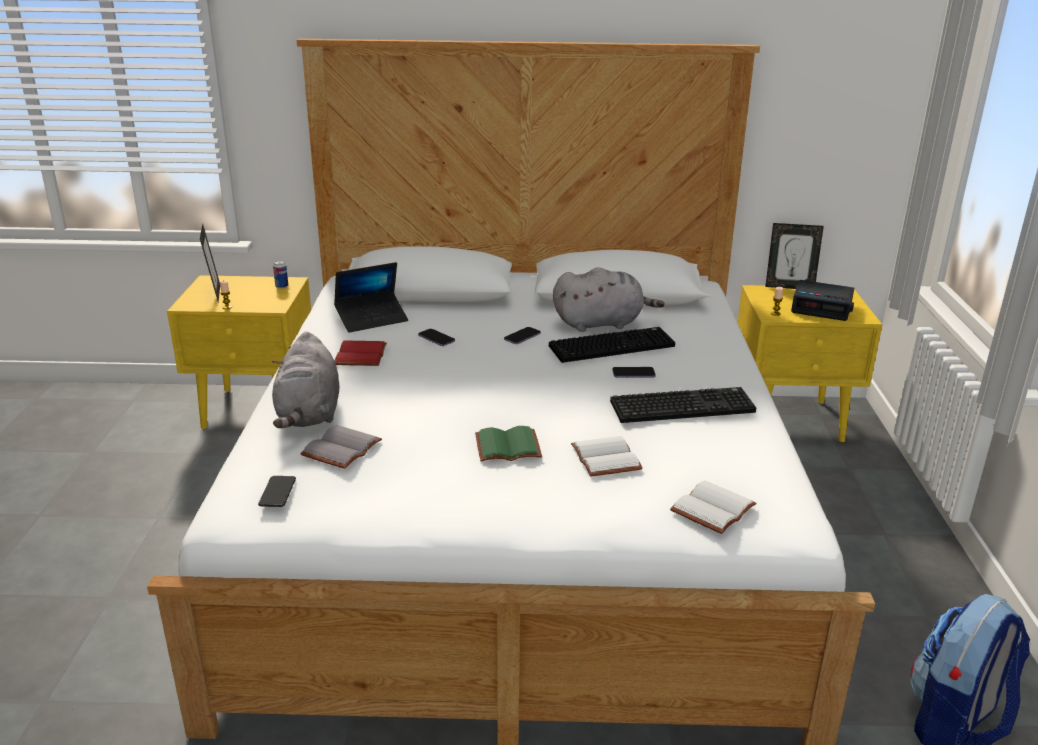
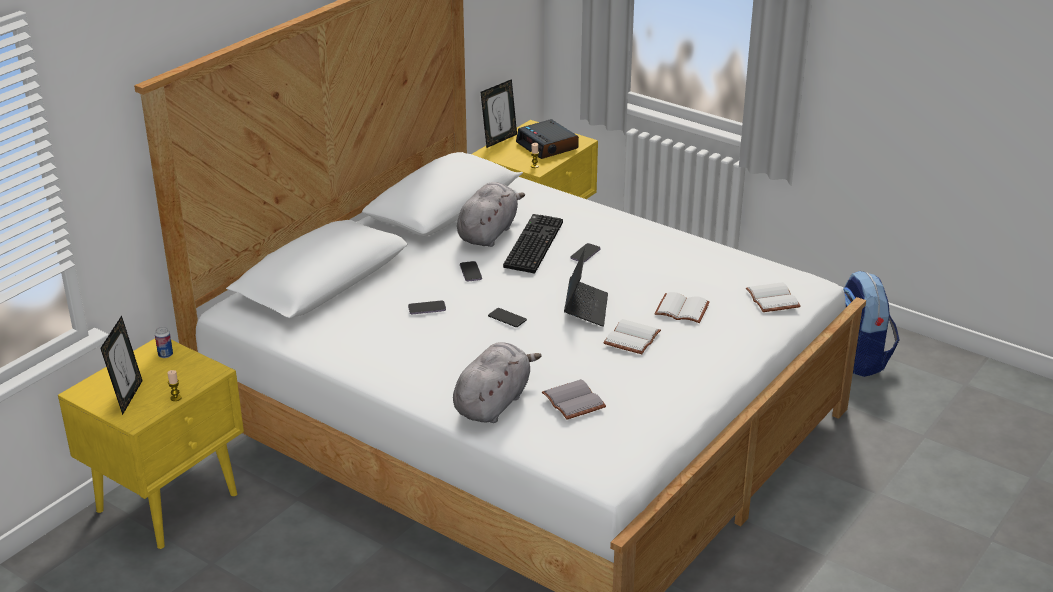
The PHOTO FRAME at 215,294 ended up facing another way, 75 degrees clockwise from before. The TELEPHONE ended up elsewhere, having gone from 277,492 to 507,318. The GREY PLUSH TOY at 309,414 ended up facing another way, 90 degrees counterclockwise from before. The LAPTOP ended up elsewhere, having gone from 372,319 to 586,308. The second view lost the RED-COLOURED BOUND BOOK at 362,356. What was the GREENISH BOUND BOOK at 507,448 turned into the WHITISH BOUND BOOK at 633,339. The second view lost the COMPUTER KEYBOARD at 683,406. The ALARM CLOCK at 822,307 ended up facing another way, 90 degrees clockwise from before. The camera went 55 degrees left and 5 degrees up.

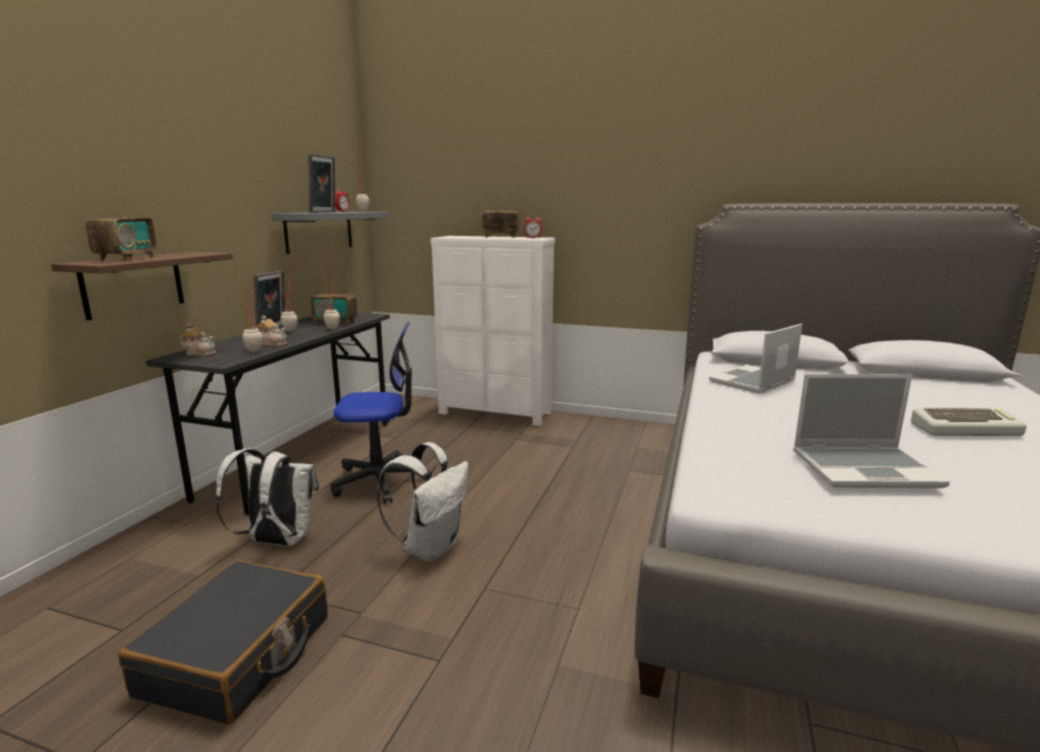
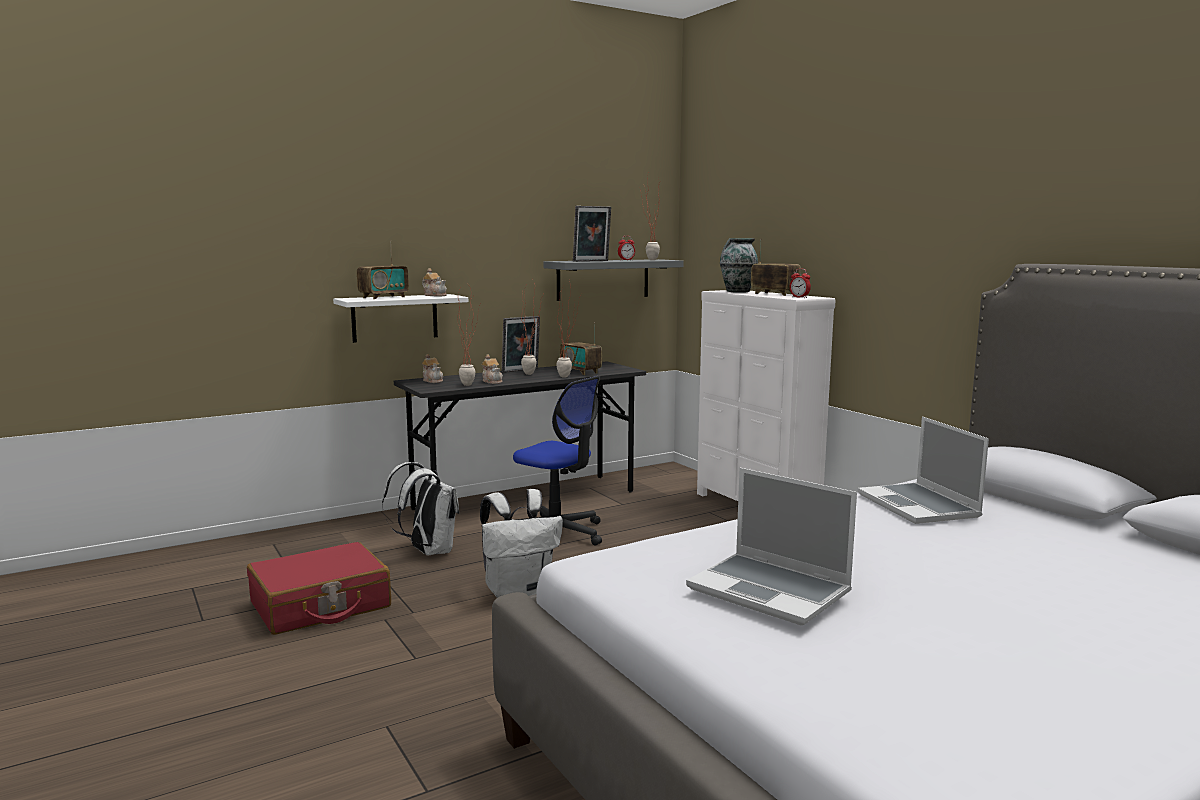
What was the BROWNISH BRACKET SHELF at 133,284 turned into the WHITISH BRACKET SHELF at 395,318. What was the BLACKISH SUITCASE at 238,656 turned into the RED-COLOURED SUITCASE at 320,605. The LAPTOP at 753,381 ended up facing another way, 105 degrees counterclockwise from before. The second view lost the COMPUTER KEYBOARD at 964,429. The second view gained the TEAPOT at 435,295. The second view gained the VASE at 737,291. The camera went 40 degrees right and 5 degrees down.

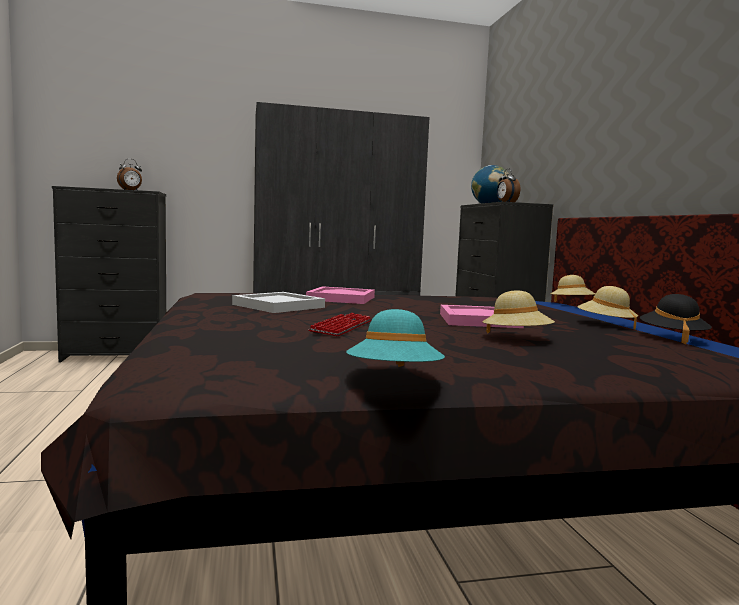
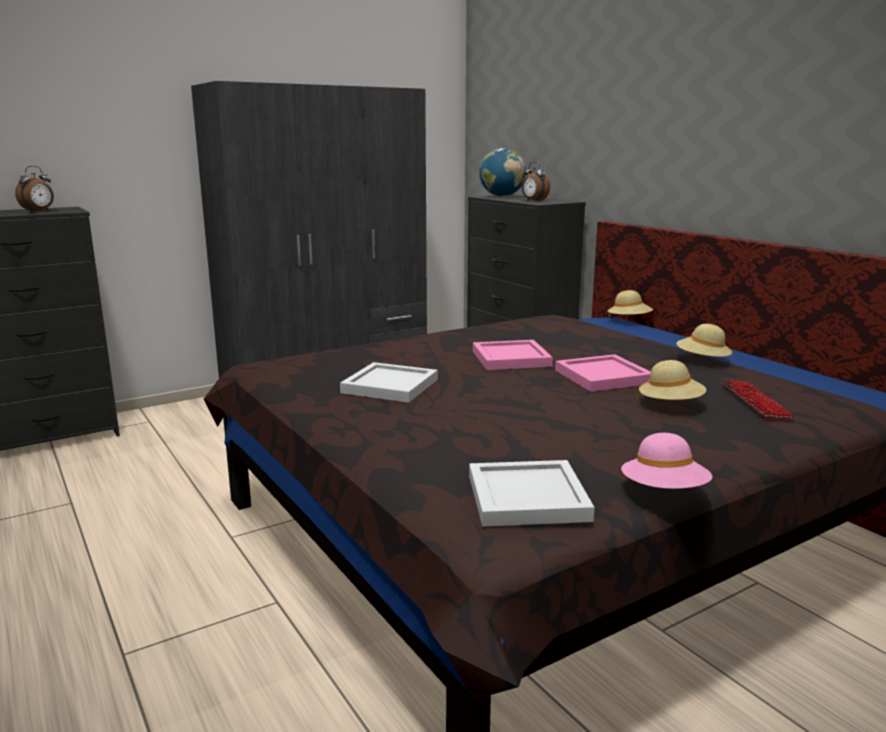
The PINK-COLOURED CARRYING TRAY ended up elsewhere, having gone from 340,298 to 510,359. The COMPUTER KEYBOARD ended up elsewhere, having gone from 342,327 to 755,402. What was the TURQUOISE CLOTHING HAT at 394,378 turned into the PINK-COLOURED CLOTHING HAT at 664,492. The second view lost the BLACKISH CLOTHING HAT at 672,338. The second view gained the WHITISH CARRYING TRAY at 529,498. The camera went 20 degrees left and 10 degrees up.

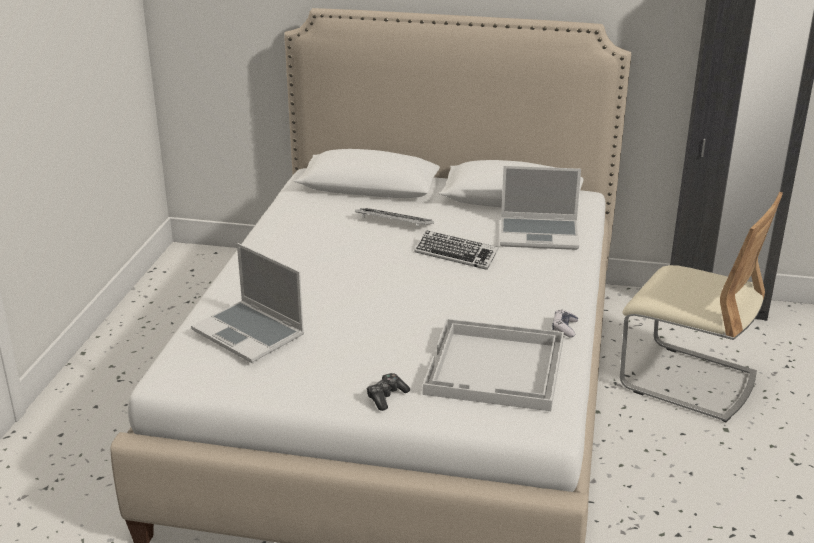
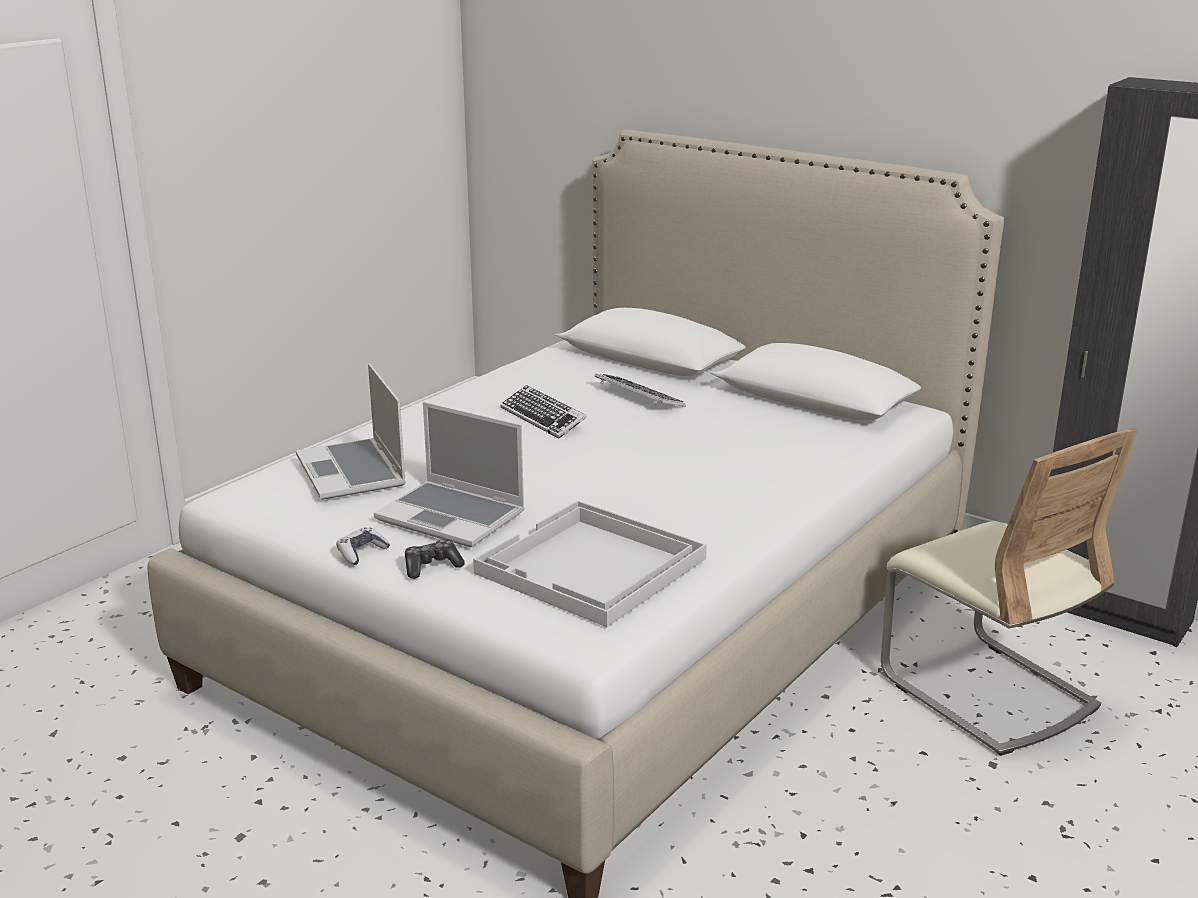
The COMPUTER KEYBOARD ended up elsewhere, having gone from 456,255 to 543,418. The LAPTOP ended up elsewhere, having gone from 540,234 to 453,516. The JOYPAD ended up elsewhere, having gone from 564,328 to 362,553. The camera went 25 degrees right and 5 degrees down.

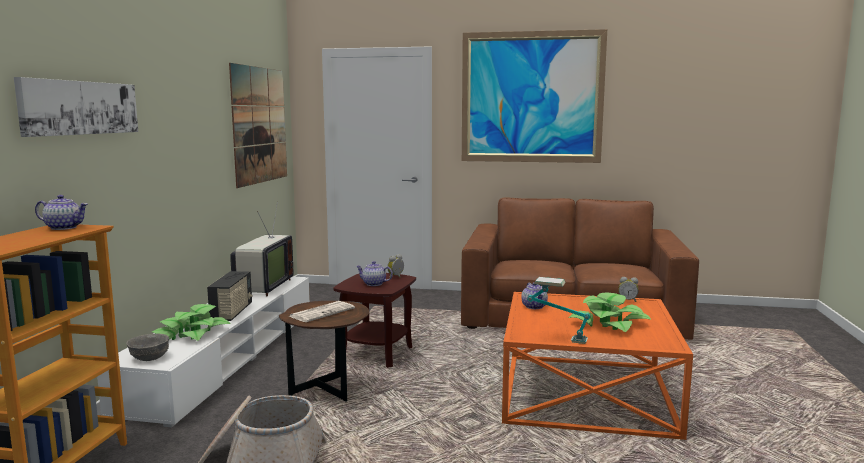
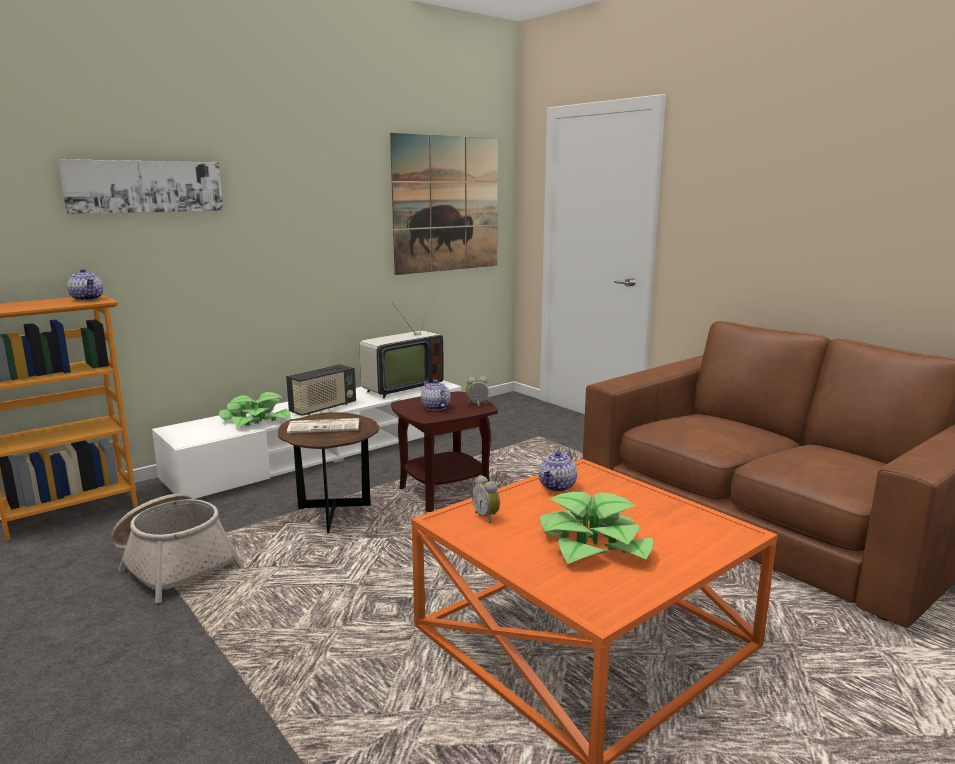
The second view lost the GREY SERVING BOWL at 150,357. The second view lost the WALL ART at 531,97. The second view lost the TABLETOP LAMP at 557,338. The ALARM CLOCK ended up elsewhere, having gone from 627,300 to 487,516. The camera went 40 degrees right and 5 degrees up.

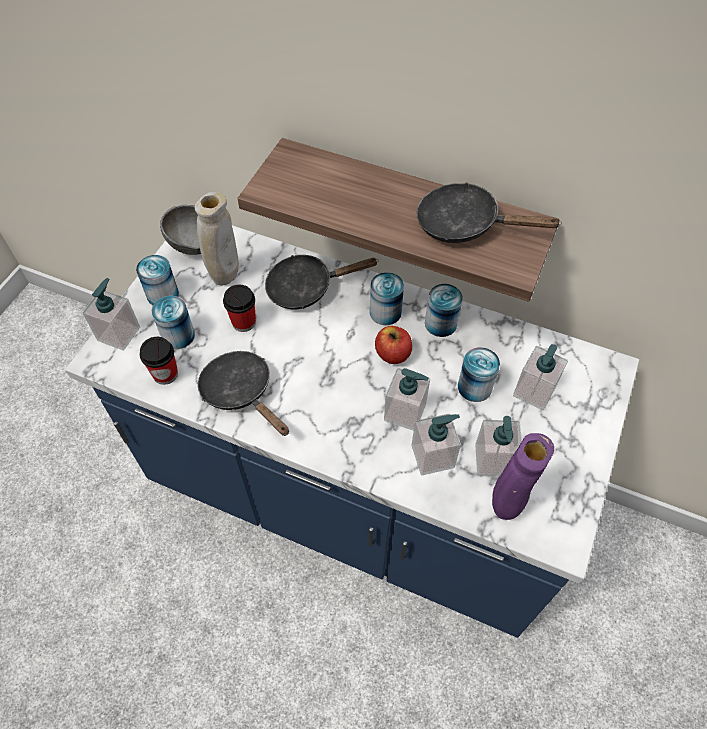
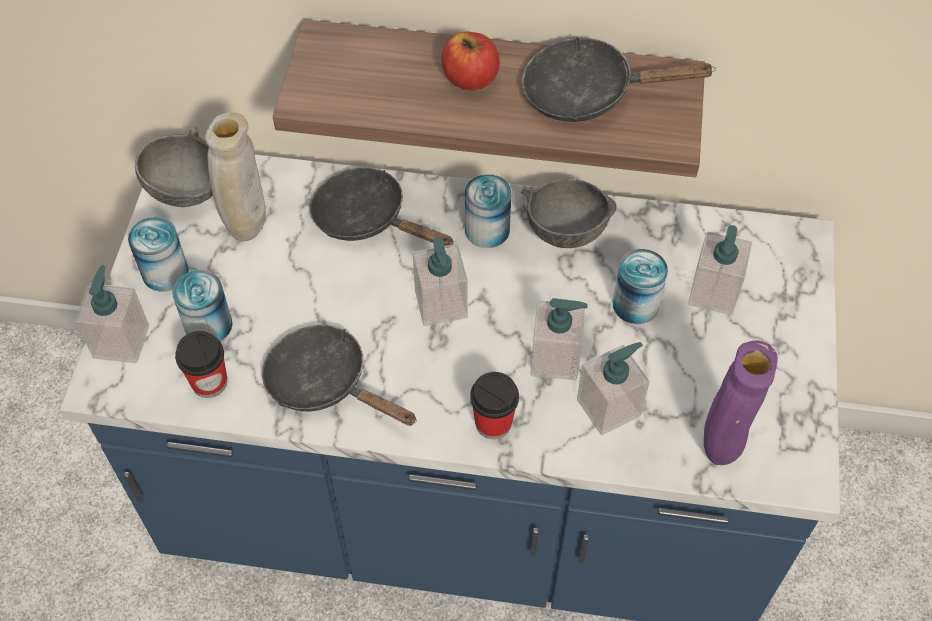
The SMALL CUP ended up elsewhere, having gone from 244,322 to 493,423. The BLACKISH PAN at 306,288 ended up facing another way, 60 degrees clockwise from before. The WHOLE APPLE ended up elsewhere, having gone from 393,354 to 470,78. Where the CAN stood at 440,323, the GREY SERVING BOWL came to stand at 566,229. The SOAP DISPENSER ended up elsewhere, having gone from 493,460 to 441,304. The camera went 15 degrees left and 0 degrees up.

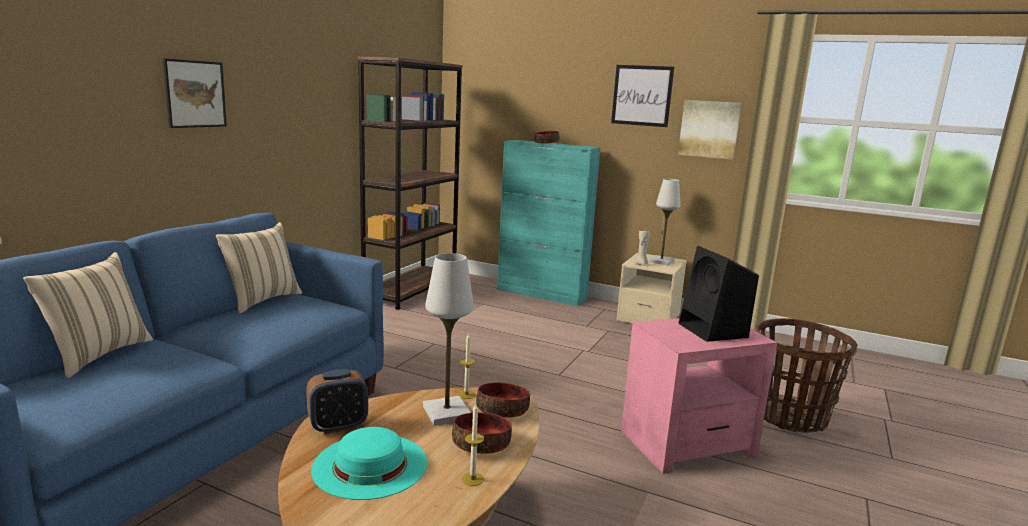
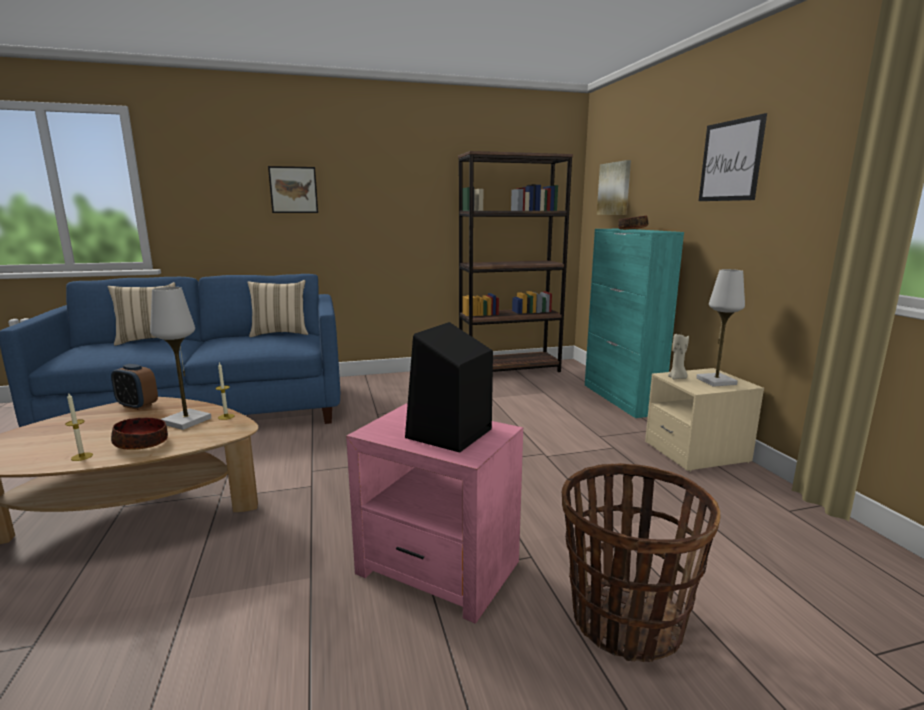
The second view lost the TURQUOISE CLOTHING HAT at 370,465. The second view lost the SERVING BOWL at 503,410. The WALL ART ended up elsewhere, having gone from 709,129 to 614,189. The camera went 50 degrees right and 0 degrees up.

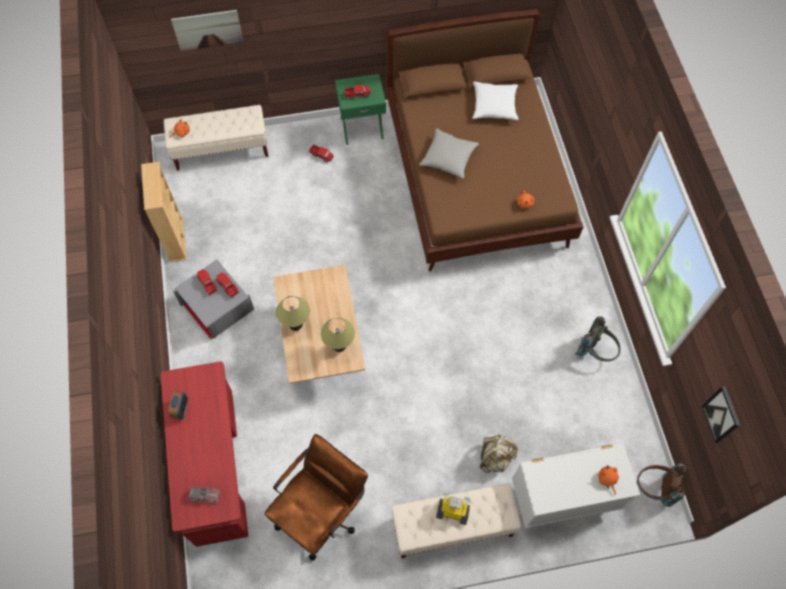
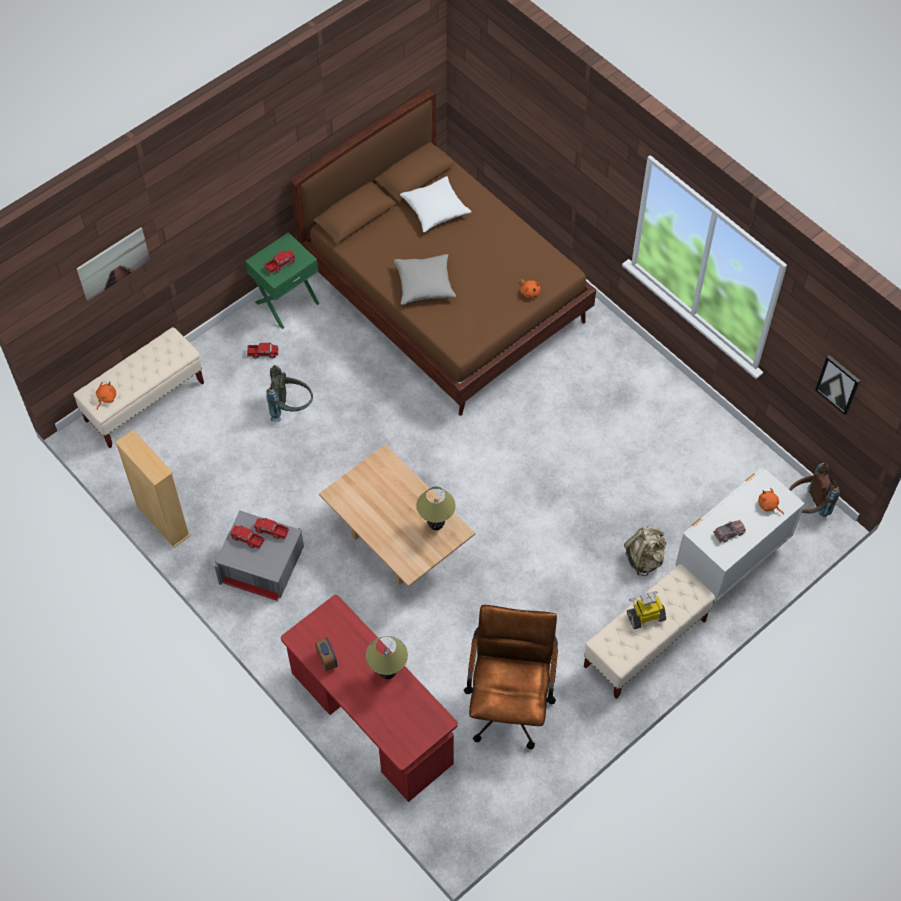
The TOY LORRY ended up elsewhere, having gone from 204,495 to 729,533. The TABLETOP LAMP ended up elsewhere, having gone from 296,327 to 388,674. The GREY BACKPACK ended up elsewhere, having gone from 596,352 to 291,408. The camera went 30 degrees left and 5 degrees down.

